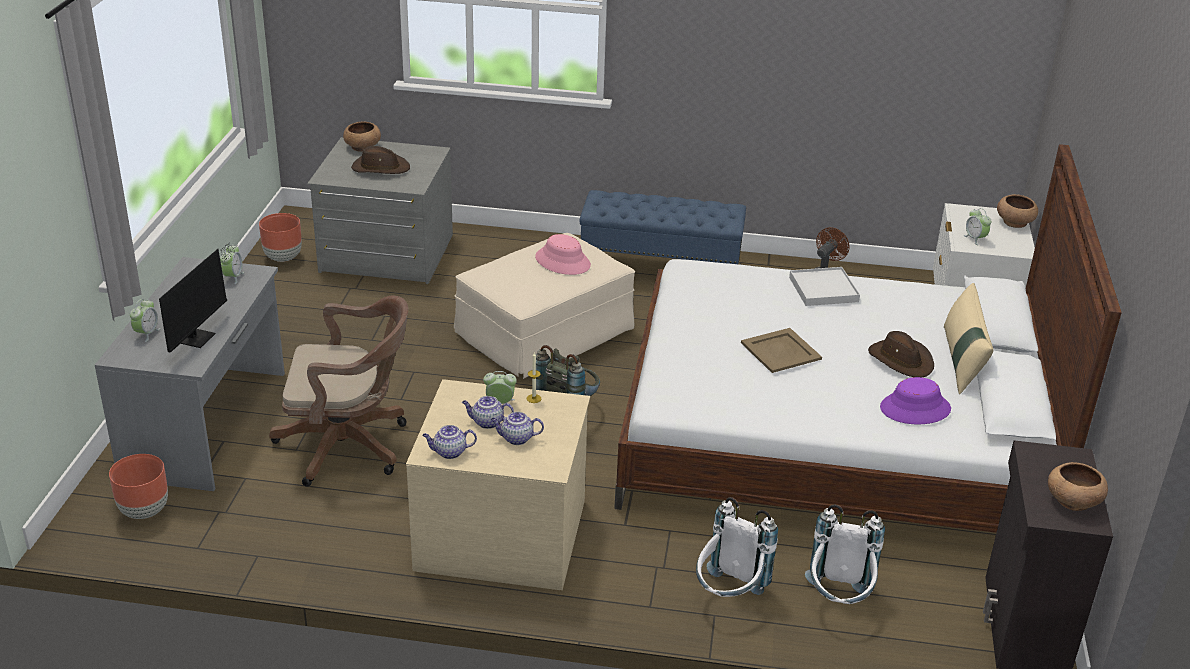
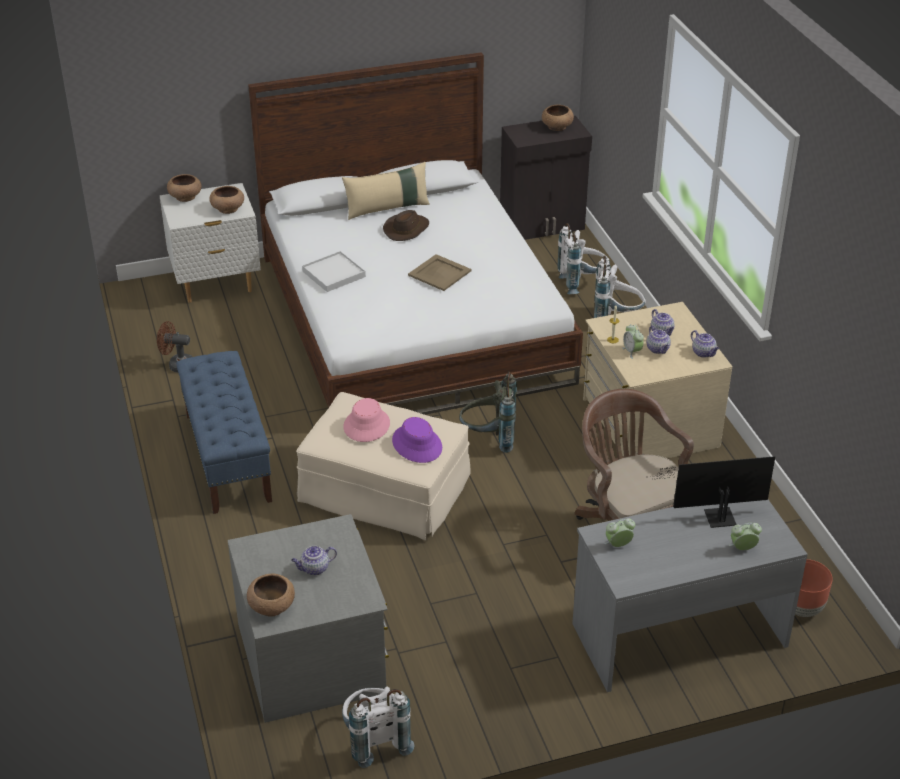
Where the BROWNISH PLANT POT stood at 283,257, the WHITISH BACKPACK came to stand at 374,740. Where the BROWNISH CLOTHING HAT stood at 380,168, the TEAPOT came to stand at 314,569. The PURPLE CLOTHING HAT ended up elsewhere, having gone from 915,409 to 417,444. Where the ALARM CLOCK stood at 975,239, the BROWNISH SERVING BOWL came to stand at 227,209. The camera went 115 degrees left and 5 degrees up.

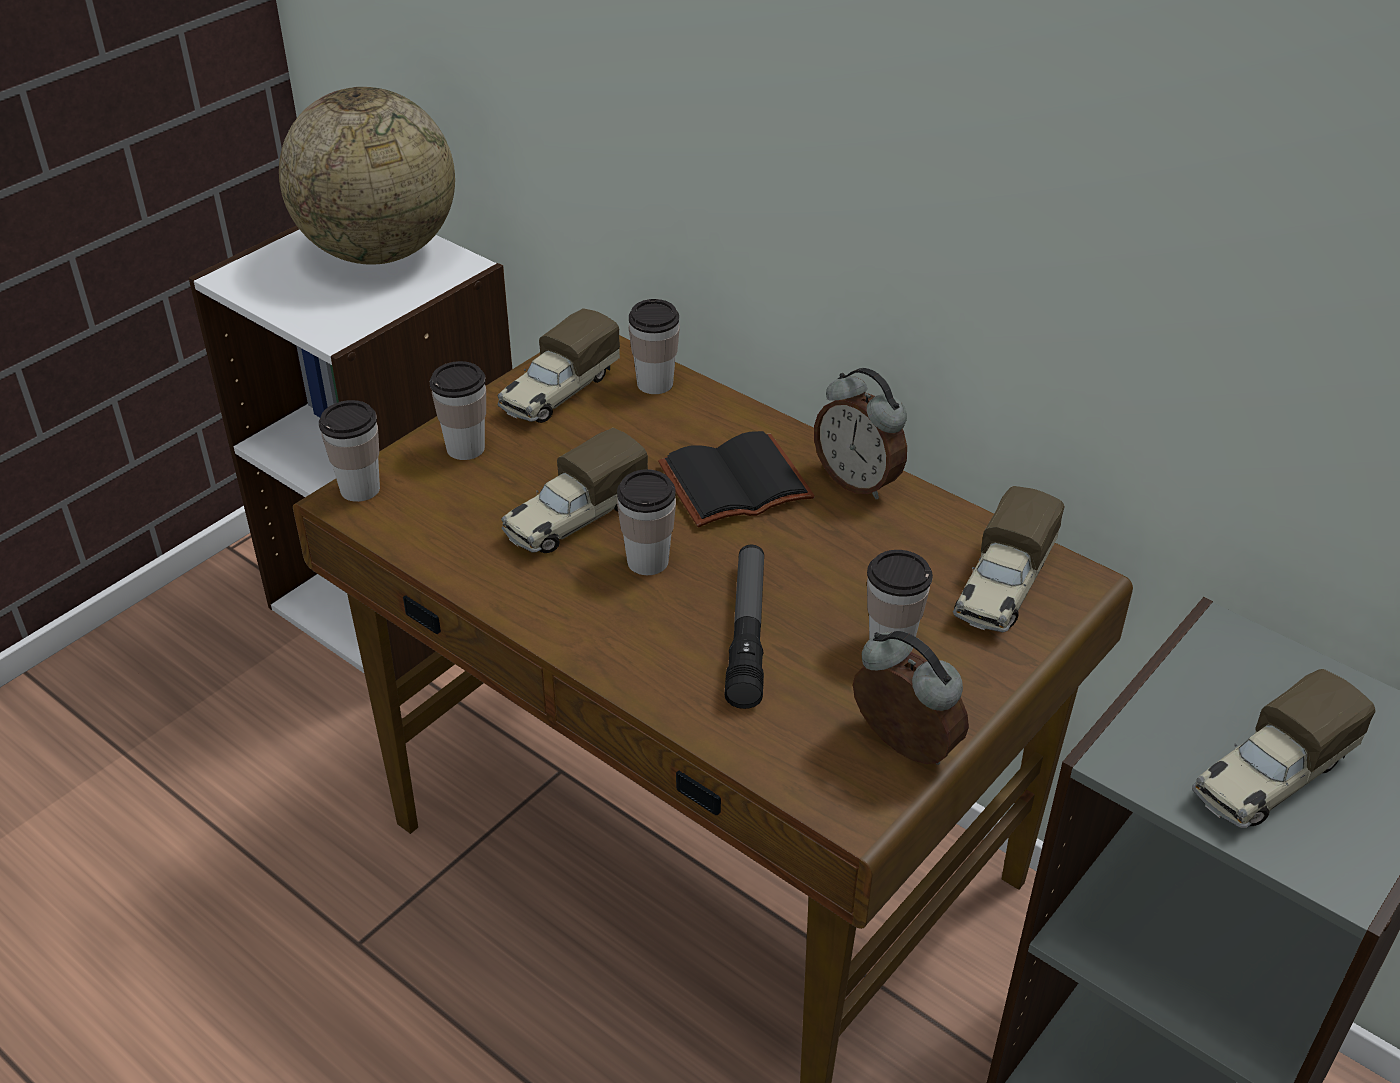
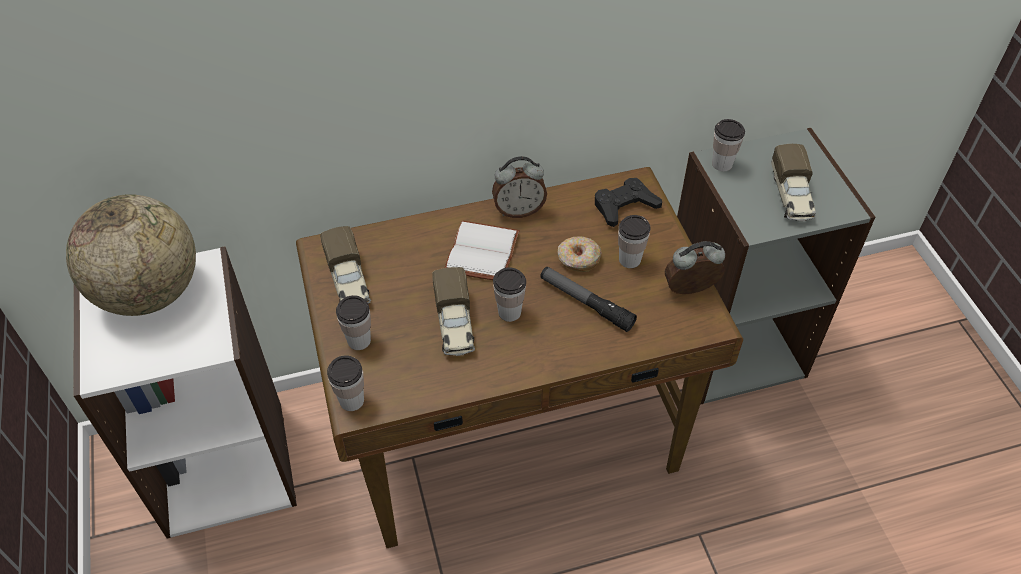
The SMALL CUP ended up elsewhere, having gone from 655,383 to 722,164. What was the BLACKISH BOUND BOOK at 734,486 turned into the WHITISH BOUND BOOK at 484,254. Where the TOY LORRY stood at 1002,588, the BLACKISH JOYPAD came to stand at 624,206. The second view gained the DONUT at 578,259. The camera went 55 degrees left and 10 degrees up.

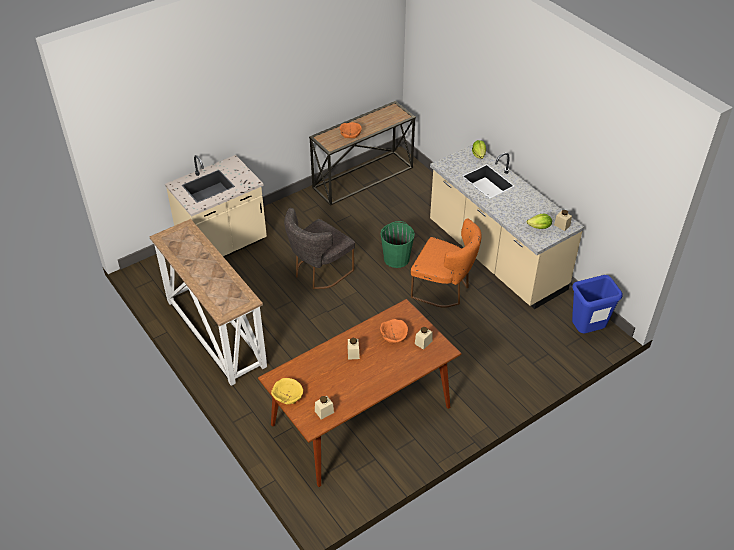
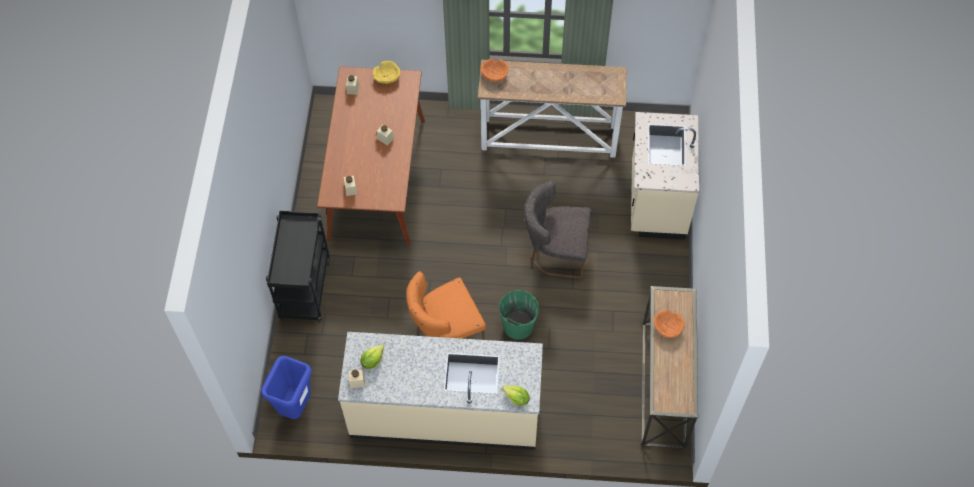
The GREY UPRIGHT CHAIR at 319,272 ended up facing another way, 75 degrees counterclockwise from before. The ORANGE-COLOURED SERVING BOWL ended up elsewhere, having gone from 394,335 to 494,75. The second view gained the BLACKISH TROLLEY at 304,288. The camera went 130 degrees right and 15 degrees up.

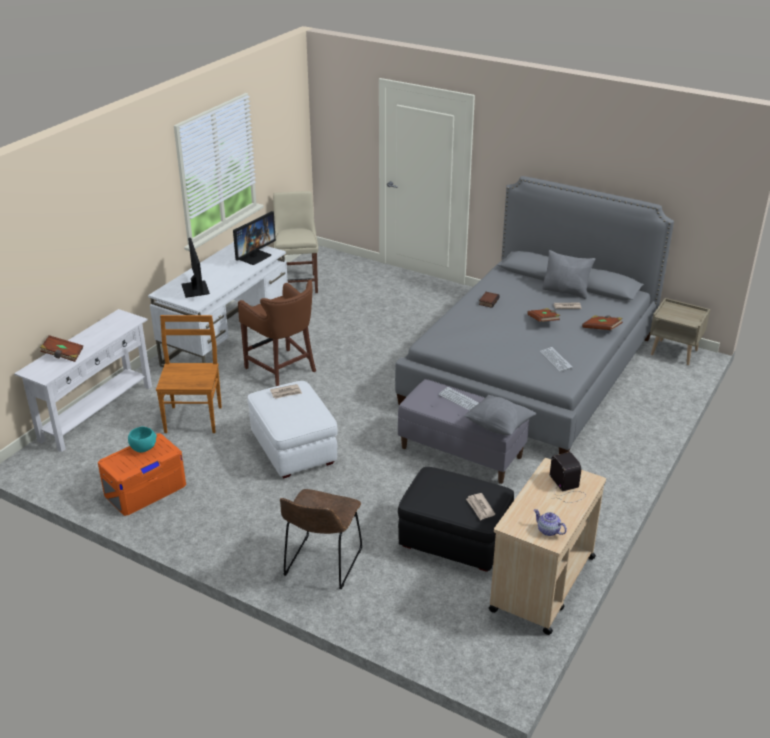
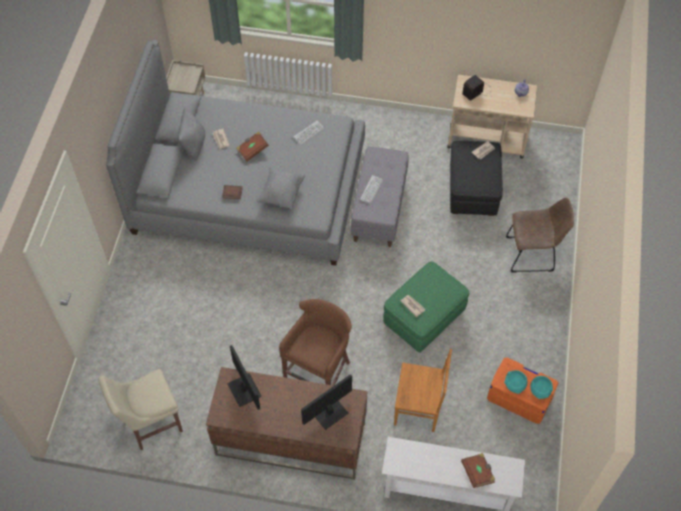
What was the WHITISH DESK UNIT at 227,341 turned into the BROWNISH DESK UNIT at 290,439. The BROWNISH UPRIGHT CHAIR at 194,418 ended up facing another way, 150 degrees counterclockwise from before. The COMPUTER SCREEN at 254,257 ended up facing another way, 45 degrees clockwise from before. What was the WHITISH POUFFE at 293,448 turned into the GREENISH POUFFE at 423,317. The GREY PILLOW ended up elsewhere, having gone from 499,426 to 281,194. The second view lost the BROWNISH BOUND BOOK at 601,329. The second view gained the TURQUOISE SERVING BOWL at 540,391. The camera went 110 degrees left and 25 degrees up.

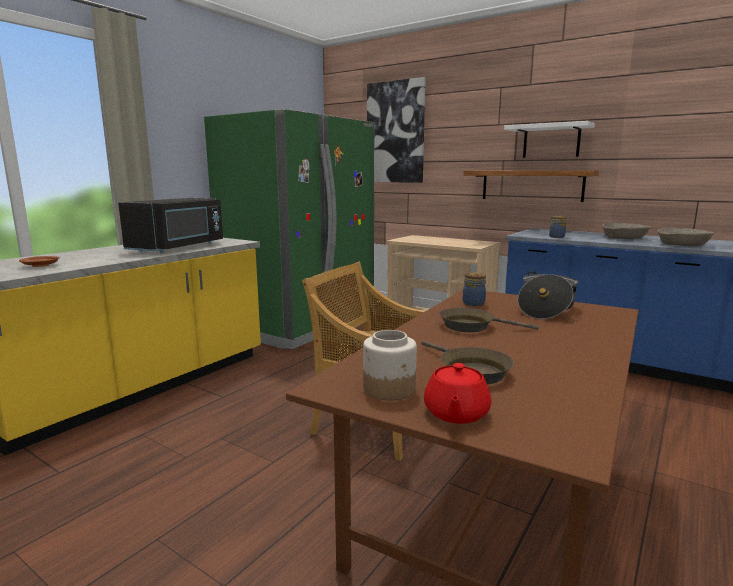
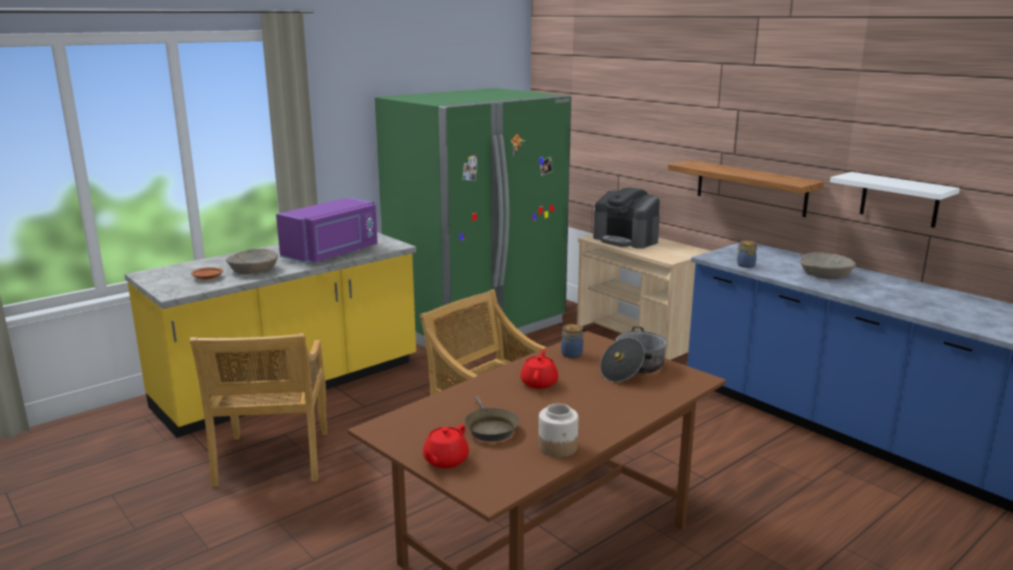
What was the BLACKISH KITCHEN MICROWAVE at 179,247 turned into the PURPLE KITCHEN MICROWAVE at 333,253. The STORAGE JAR ended up elsewhere, having gone from 390,389 to 558,447. The second view lost the WALL ART at 395,132. Where the BROWNISH PAN stood at 471,326, the RED-COLOURED TEAPOT came to stand at 539,382. The WHITISH BRACKET SHELF ended up elsewhere, having gone from 551,141 to 899,200. The BEIGE SERVING BOWL ended up elsewhere, having gone from 683,245 to 253,270. The second view gained the BEIGE UPRIGHT CHAIR at 273,460. The second view gained the COFFEE MAKER at 626,239. The camera went 15 degrees right and 5 degrees up.

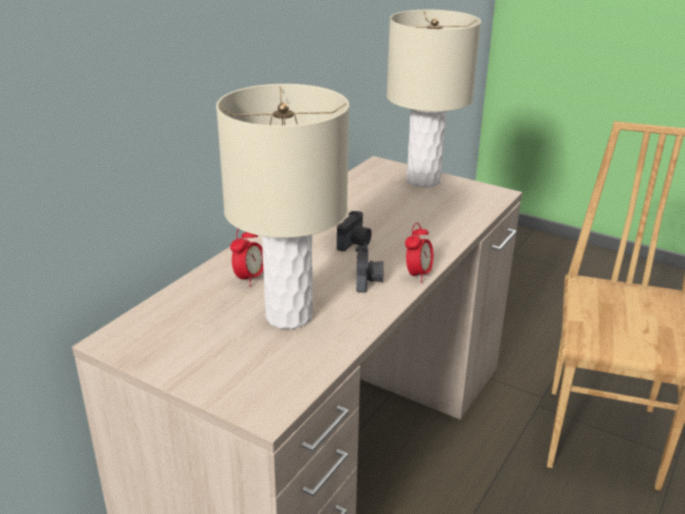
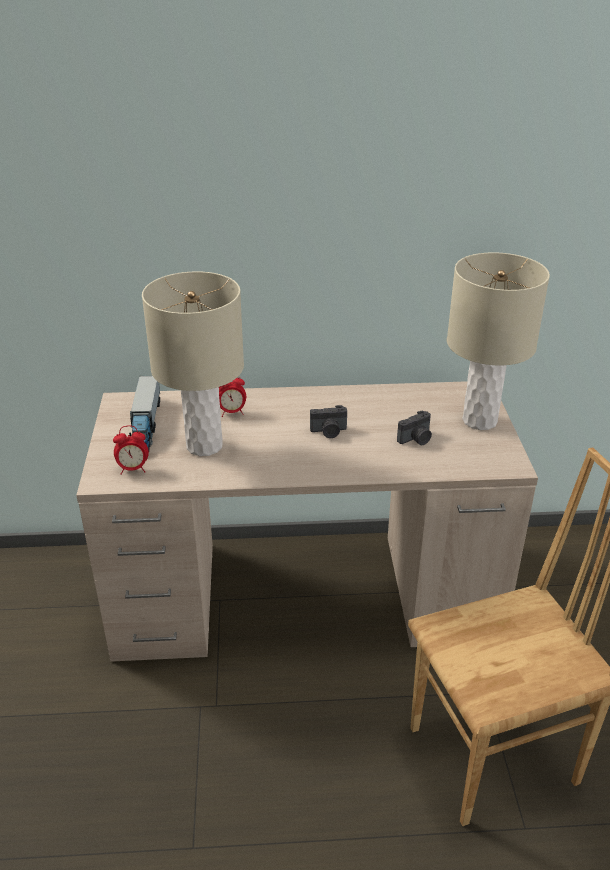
The STILL CAMERA ended up elsewhere, having gone from 368,280 to 416,439. The ALARM CLOCK ended up elsewhere, having gone from 418,275 to 133,469. The second view gained the TOY LORRY at 146,425. The camera went 55 degrees right and 5 degrees up.

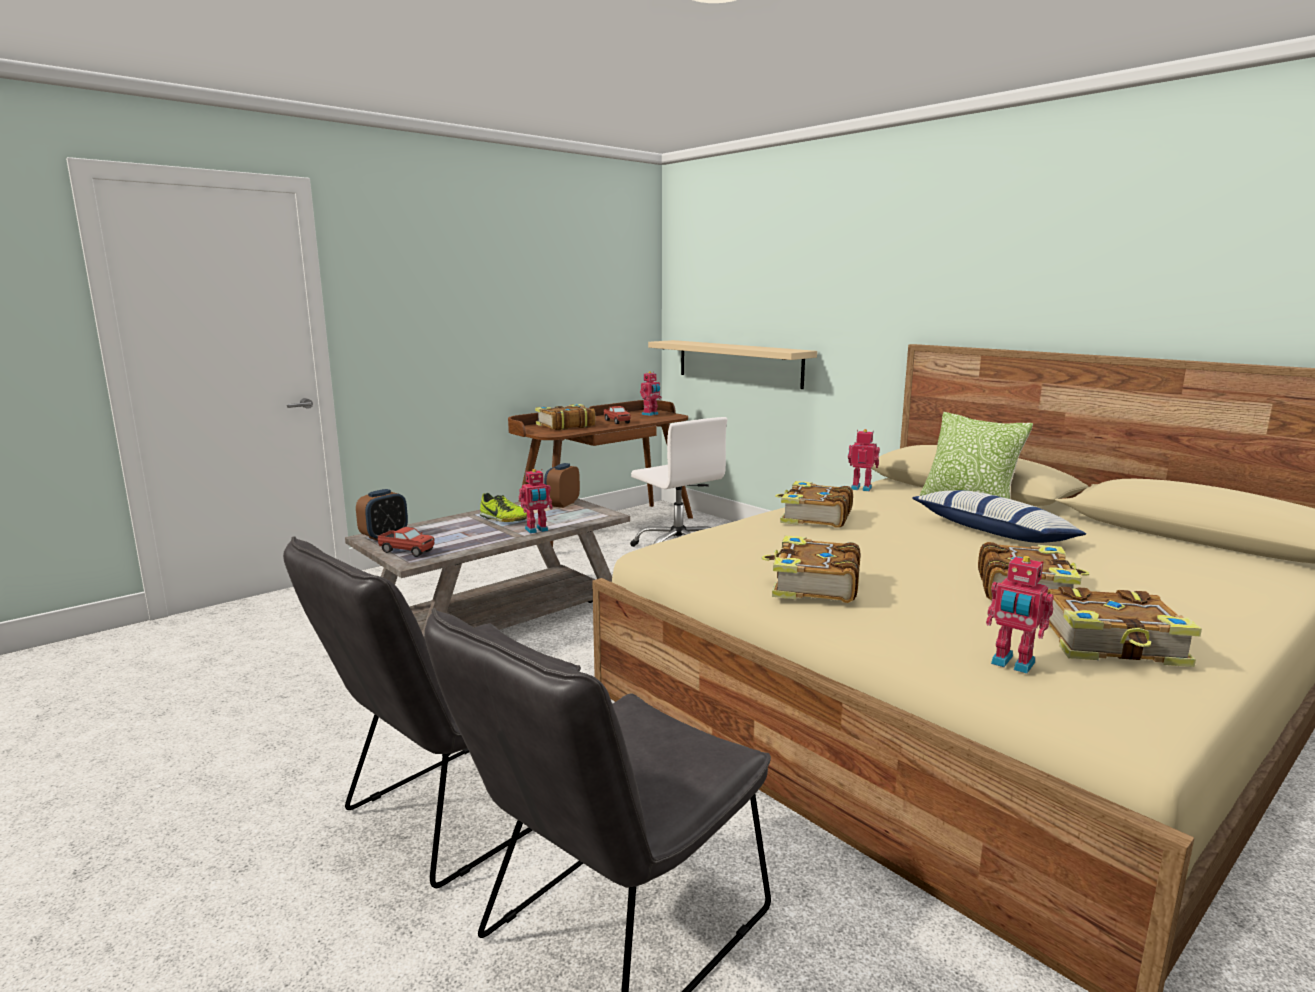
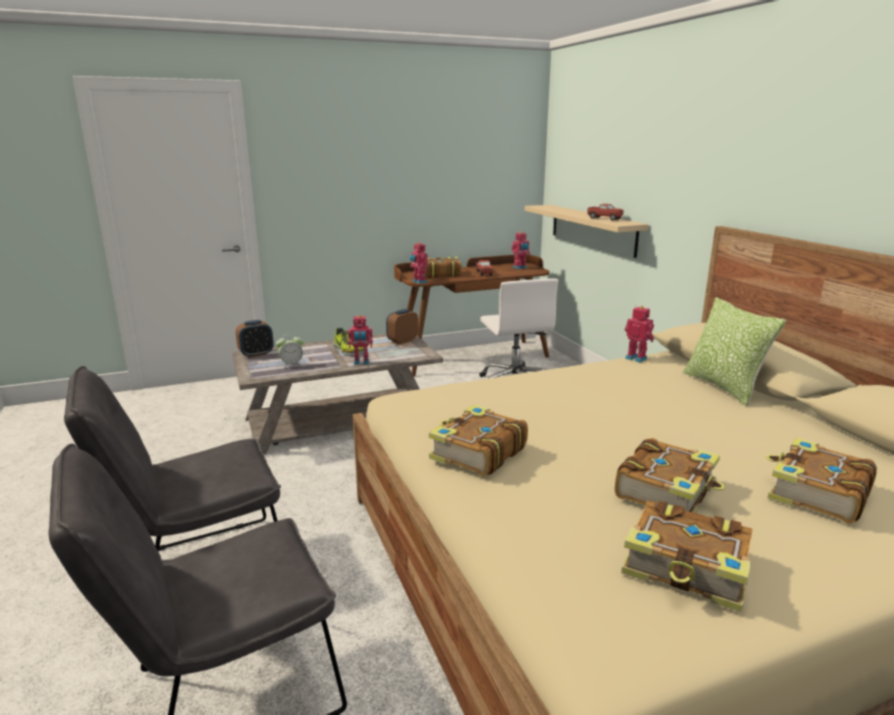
The TOY LORRY ended up elsewhere, having gone from 406,551 to 604,218. The BOUND BOOK ended up elsewhere, having gone from 814,517 to 816,494. The second view lost the PILLOW at 993,532. The TOY ROBOT ended up elsewhere, having gone from 1012,664 to 419,282. The second view gained the ALARM CLOCK at 291,365. The camera went 20 degrees right and 5 degrees up.

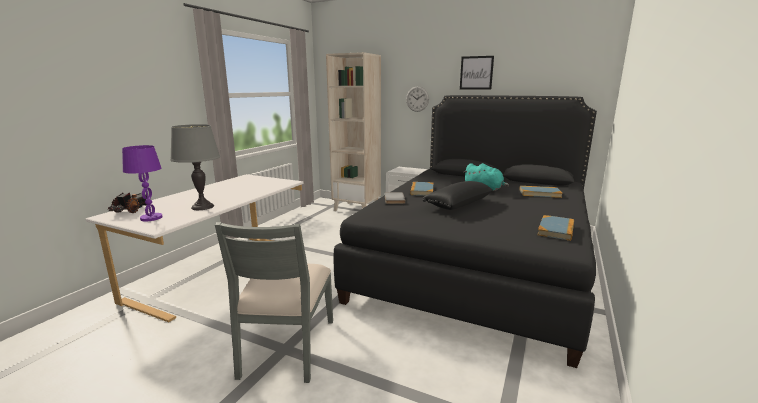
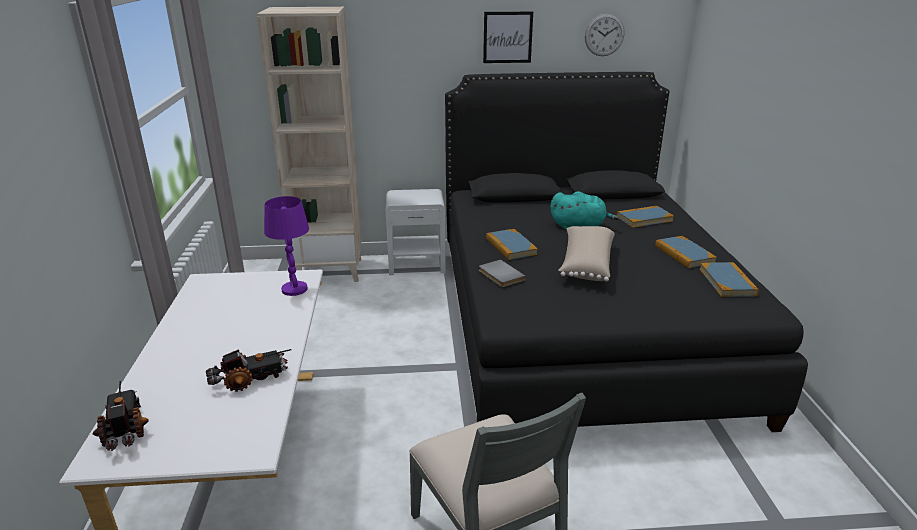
The PURPLE TABLETOP LAMP ended up elsewhere, having gone from 151,218 to 294,289. Where the GREY TABLETOP LAMP stood at 202,207, the TOY LORRY came to stand at 250,379. The HANGING CLOCK ended up elsewhere, having gone from 417,99 to 604,35. What was the BLACKISH PILLOW at 457,204 turned into the BEIGE PILLOW at 585,264. The second view gained the BOUND BOOK at 684,254. The camera went 30 degrees left and 10 degrees up.

